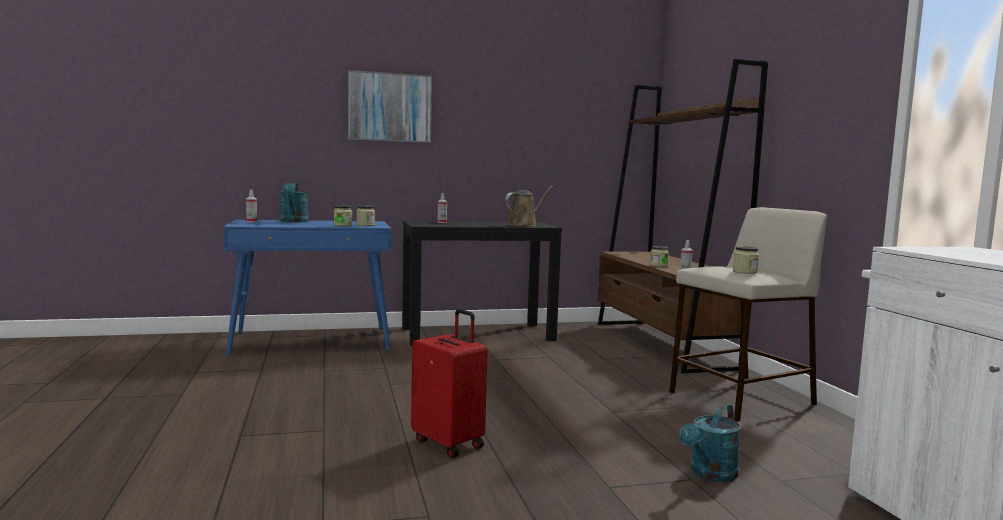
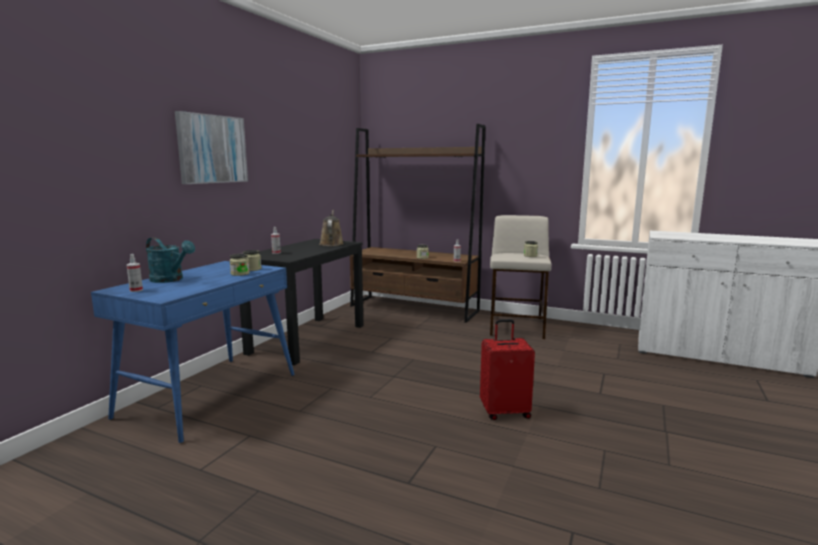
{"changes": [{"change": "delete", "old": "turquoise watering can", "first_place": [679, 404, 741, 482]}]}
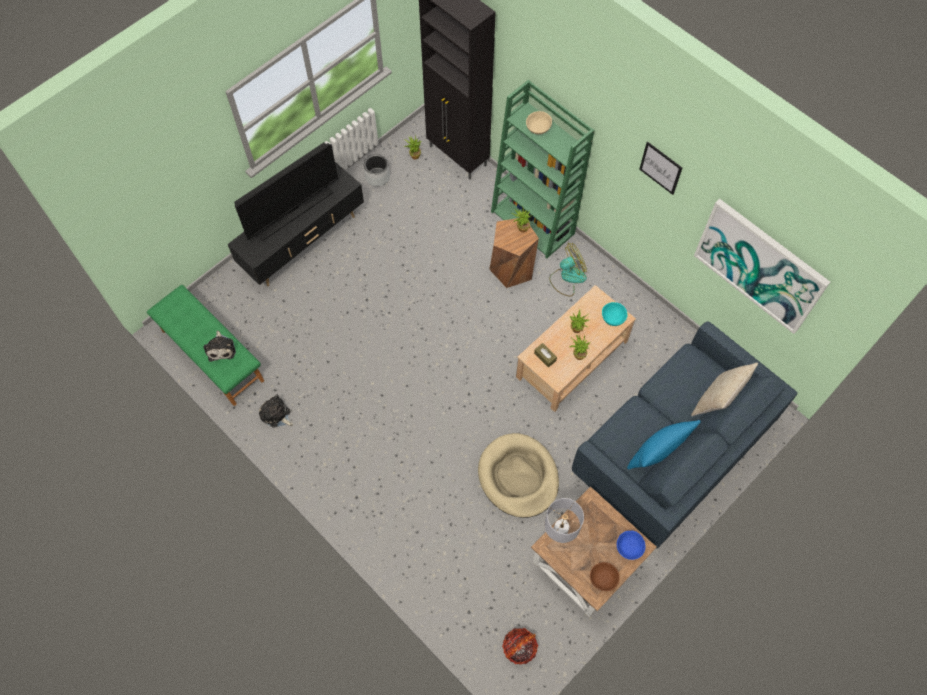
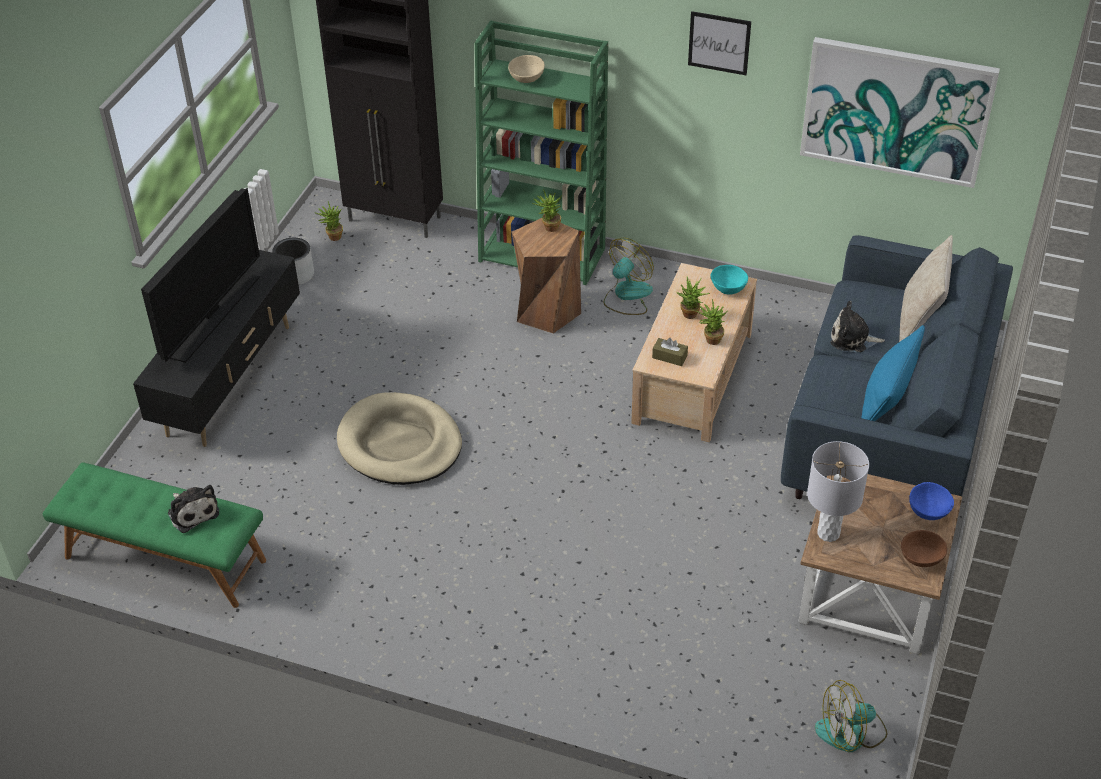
{"changes": [{"change": "move", "old": "plush toy", "first_place": [259, 395, 293, 428], "second_place": [830, 301, 885, 352]}, {"change": "move", "old": "beige-coloured dog bed", "first_place": [478, 433, 559, 518], "second_place": [337, 392, 462, 485]}, {"change": "replace", "old": "basket", "new": "electric fan", "first_place": [502, 628, 538, 665], "second_place": [815, 680, 888, 752]}]}
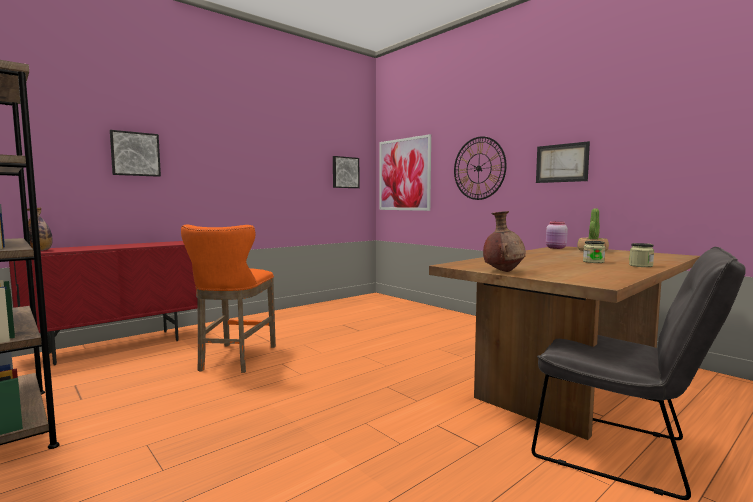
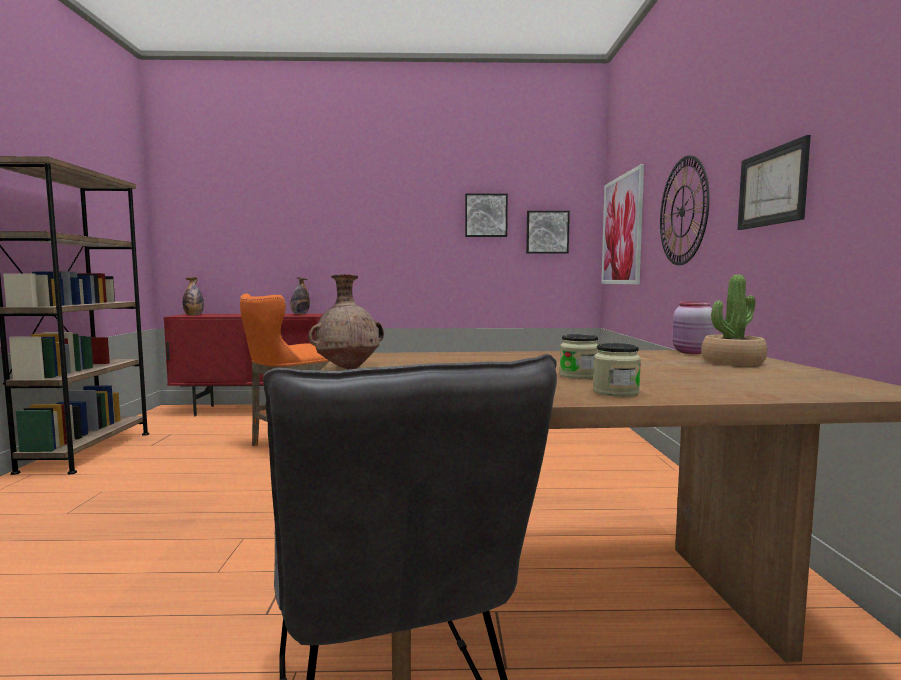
{"changes": [{"change": "move", "old": "wall art", "first_place": [110, 130, 161, 177], "second_place": [465, 193, 508, 237]}, {"change": "insert", "new": "bottle", "second_place": [290, 277, 310, 314]}]}
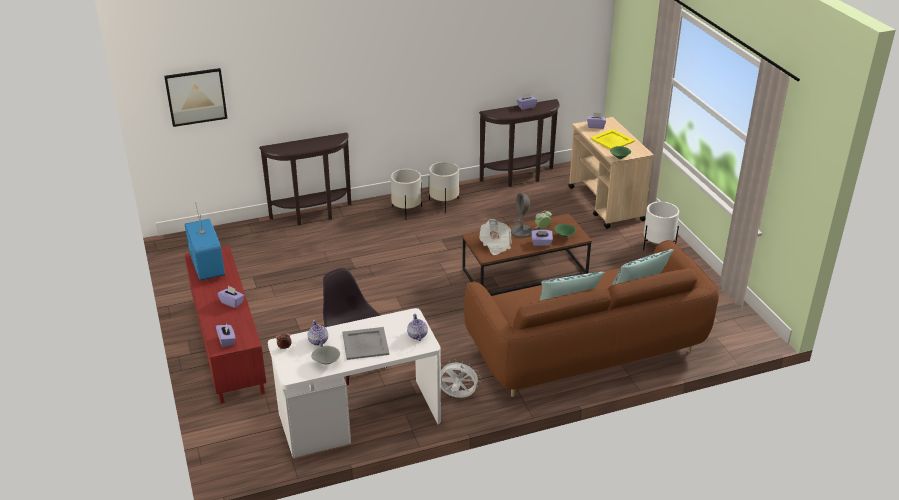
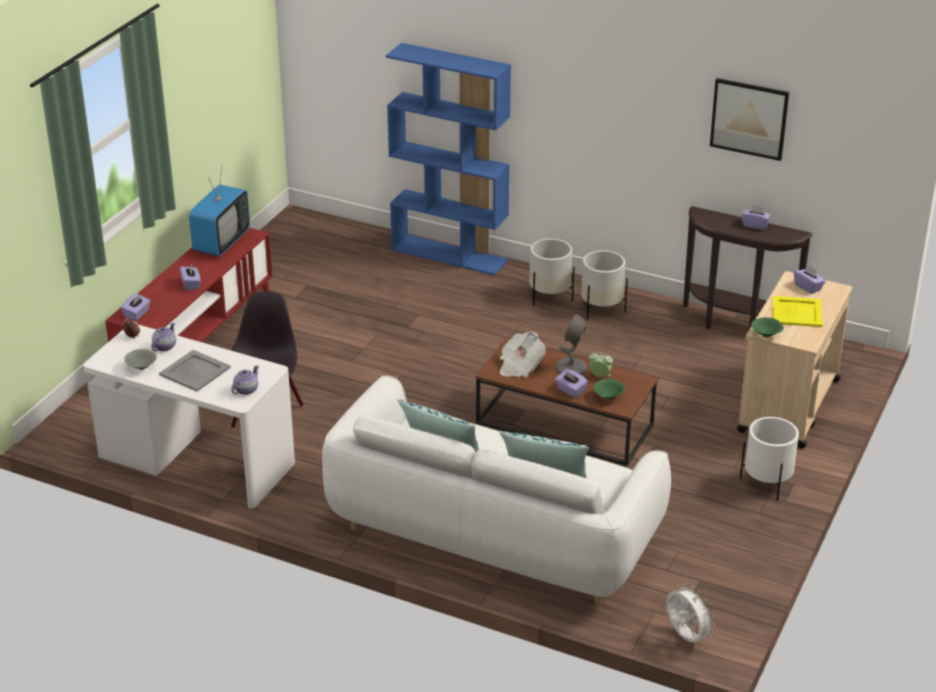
{"changes": [{"change": "move", "old": "wall art", "first_place": [164, 68, 228, 127], "second_place": [710, 78, 789, 161]}, {"change": "replace", "old": "brown-coloured hall table", "new": "blue bookcase", "first_place": [259, 133, 351, 226], "second_place": [386, 43, 511, 276]}, {"change": "move", "old": "white electric fan", "first_place": [441, 360, 481, 398], "second_place": [666, 583, 715, 643]}, {"change": "recolor", "old": "brown-coloured sofa", "new": "white sofa", "first_place": [464, 240, 719, 397], "second_place": [322, 376, 671, 607]}]}
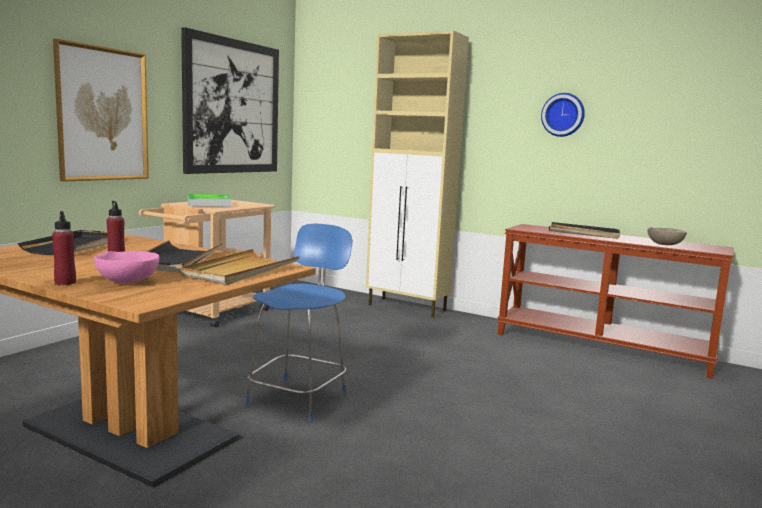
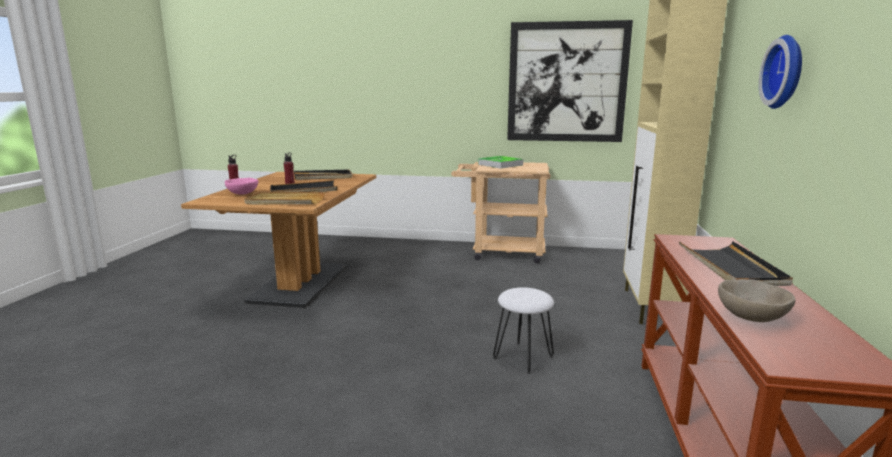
{"changes": [{"change": "delete", "old": "wall art", "first_place": [53, 39, 149, 182]}, {"change": "delete", "old": "blue stool", "first_place": [245, 224, 352, 422]}, {"change": "insert", "new": "white stool", "second_place": [493, 287, 554, 374]}]}
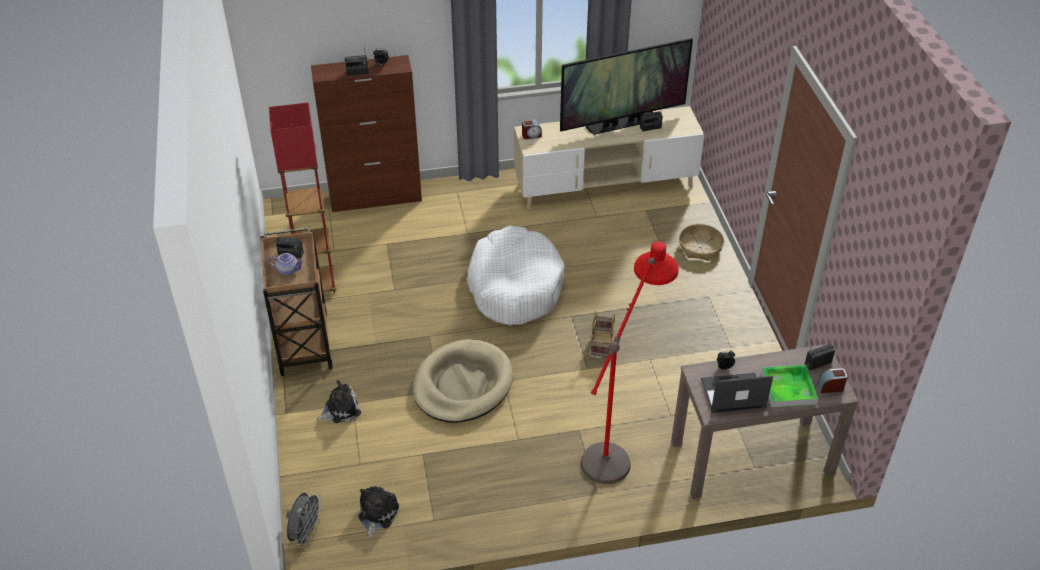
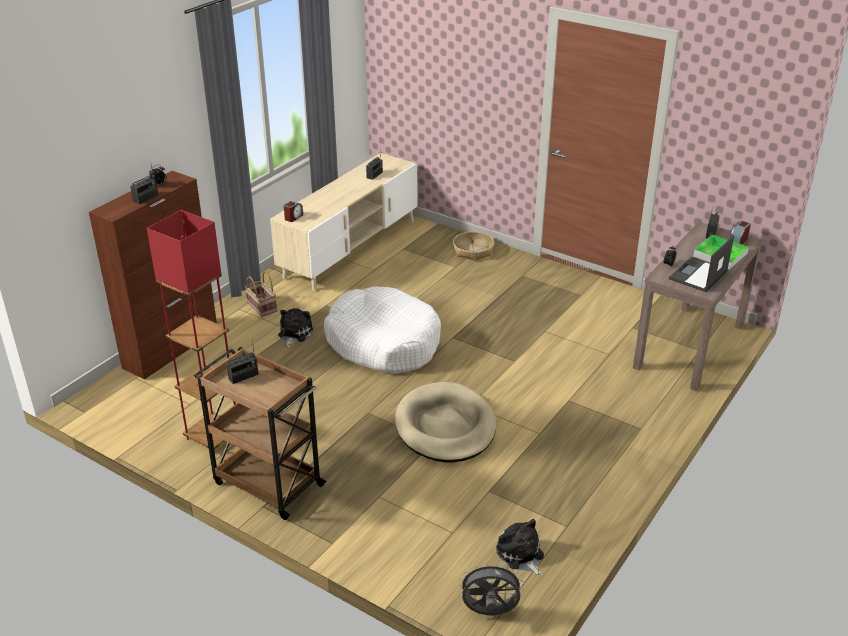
{"changes": [{"change": "delete", "old": "tea pot", "first_place": [268, 253, 304, 276]}, {"change": "rotate", "old": "grey electric fan", "first_place": [286, 492, 323, 548], "second_place": [458, 562, 524, 615], "degrees": -60}, {"change": "move", "old": "plush toy", "first_place": [317, 380, 361, 423], "second_place": [278, 308, 313, 348]}, {"change": "delete", "old": "TV set", "first_place": [560, 38, 693, 135]}, {"change": "delete", "old": "reddish standard lamp", "first_place": [581, 242, 679, 484]}, {"change": "move", "old": "basket", "first_place": [590, 311, 615, 357], "second_place": [245, 271, 277, 317]}]}
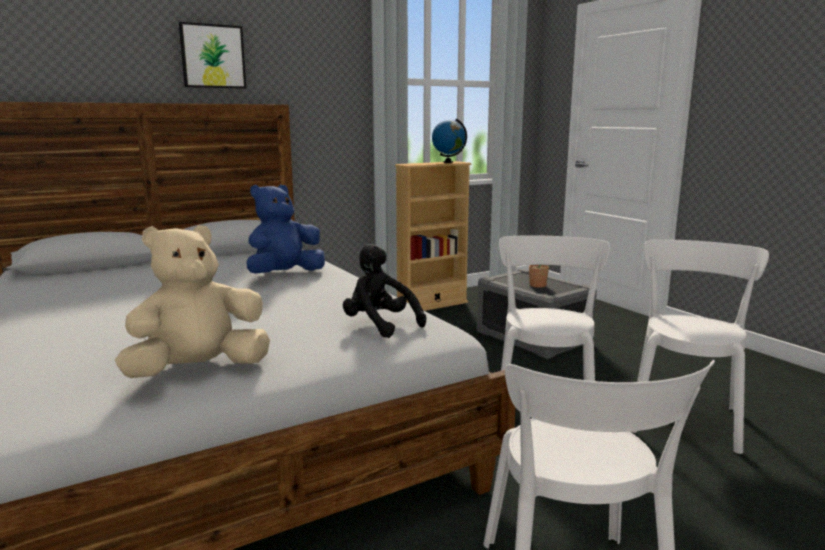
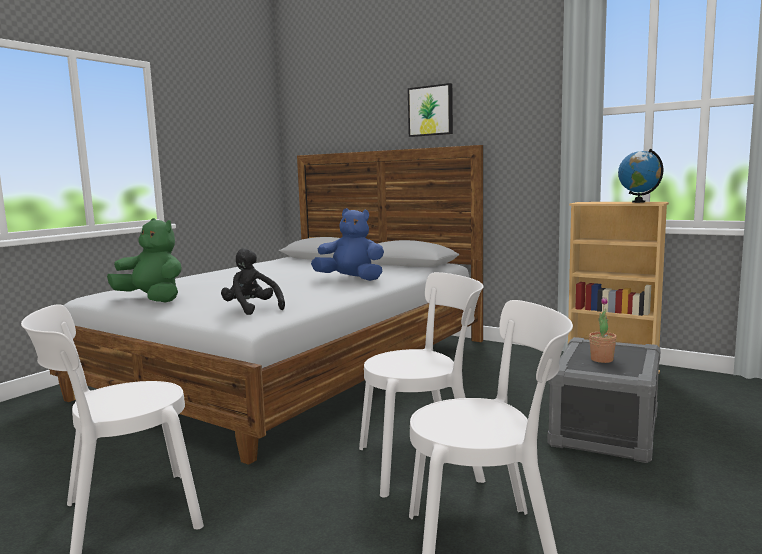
{"changes": [{"change": "recolor", "old": "beige-coloured plush toy", "new": "green plush toy", "first_place": [115, 225, 270, 378], "second_place": [107, 218, 182, 302]}, {"change": "rotate", "old": "blackish plush toy", "first_place": [343, 244, 426, 338], "second_place": [221, 248, 285, 315], "degrees": -60}]}
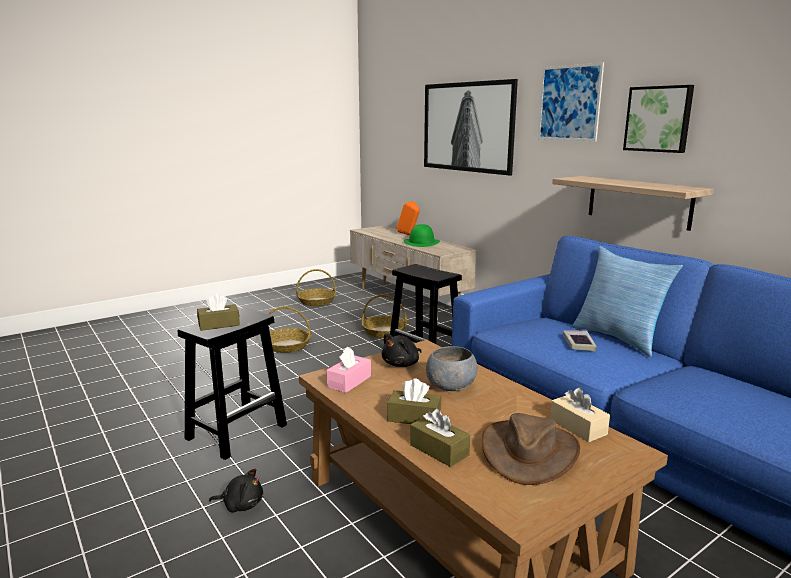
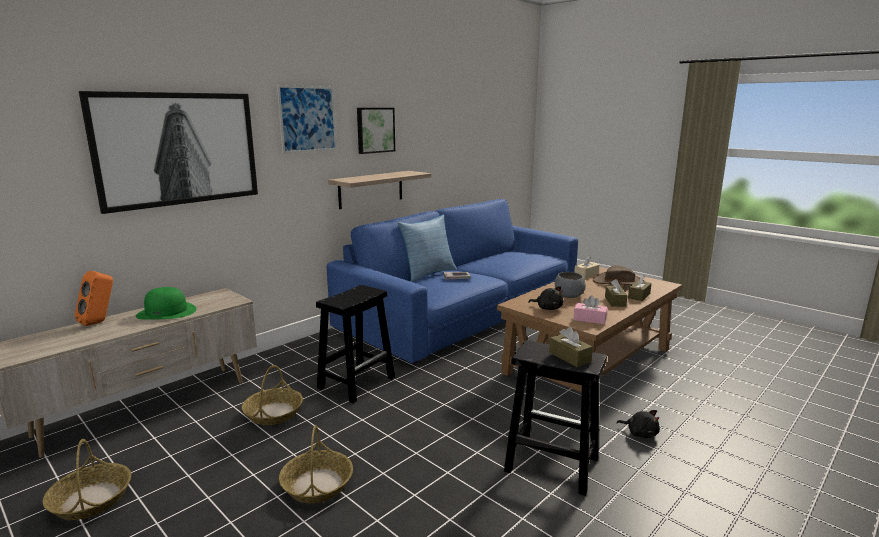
{"changes": [{"change": "rotate", "old": "blackish plush toy", "first_place": [209, 469, 263, 513], "second_place": [617, 410, 660, 438], "degrees": 135}]}
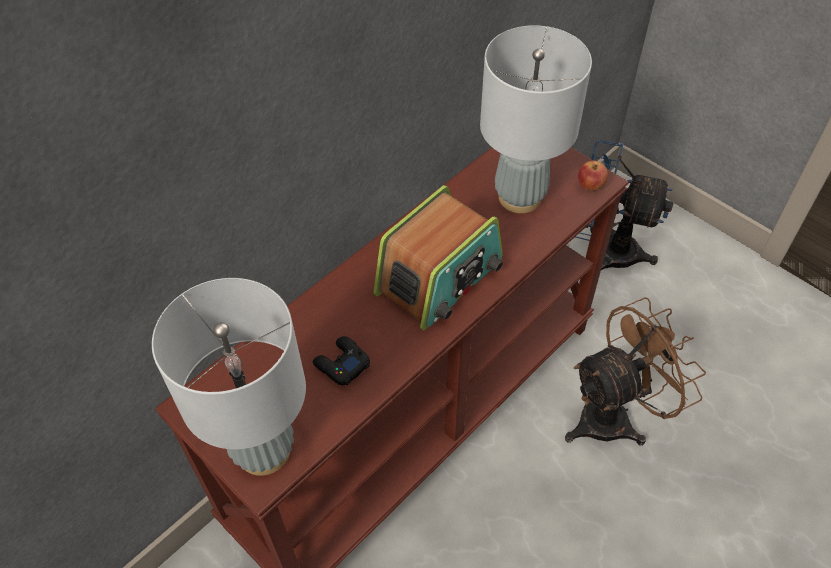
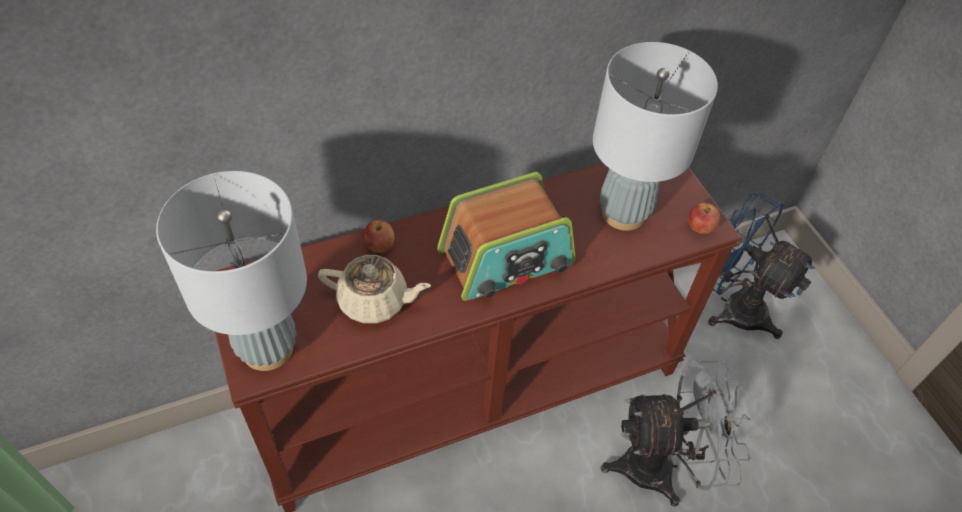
{"changes": [{"change": "replace", "old": "blackish gamepad", "new": "beige-coloured tea pot", "first_place": [313, 336, 370, 385], "second_place": [318, 255, 431, 323]}, {"change": "recolor", "old": "brown-coloured electric fan", "new": "grey electric fan", "first_place": [565, 297, 706, 445], "second_place": [601, 360, 750, 507]}, {"change": "insert", "new": "apple fruit", "second_place": [363, 220, 394, 253]}]}
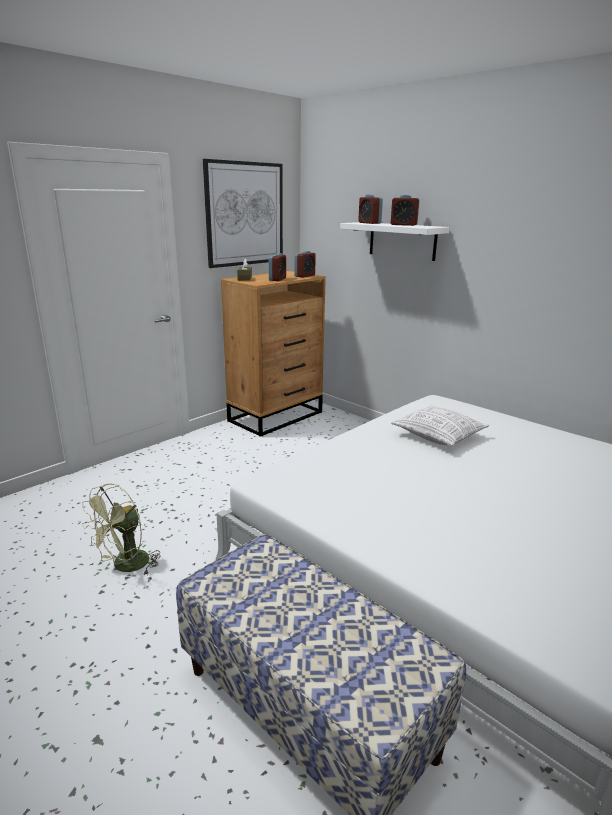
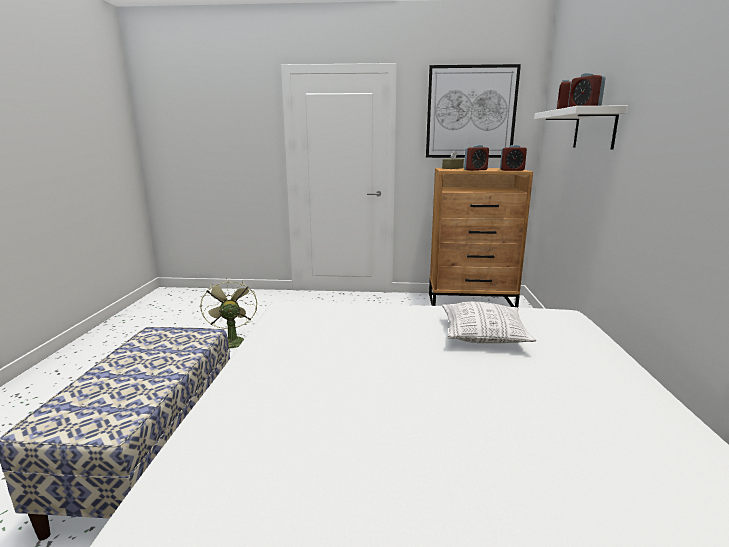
{"changes": [{"change": "rotate", "old": "green electric fan", "first_place": [82, 483, 160, 575], "second_place": [200, 278, 257, 351], "degrees": 75}]}
